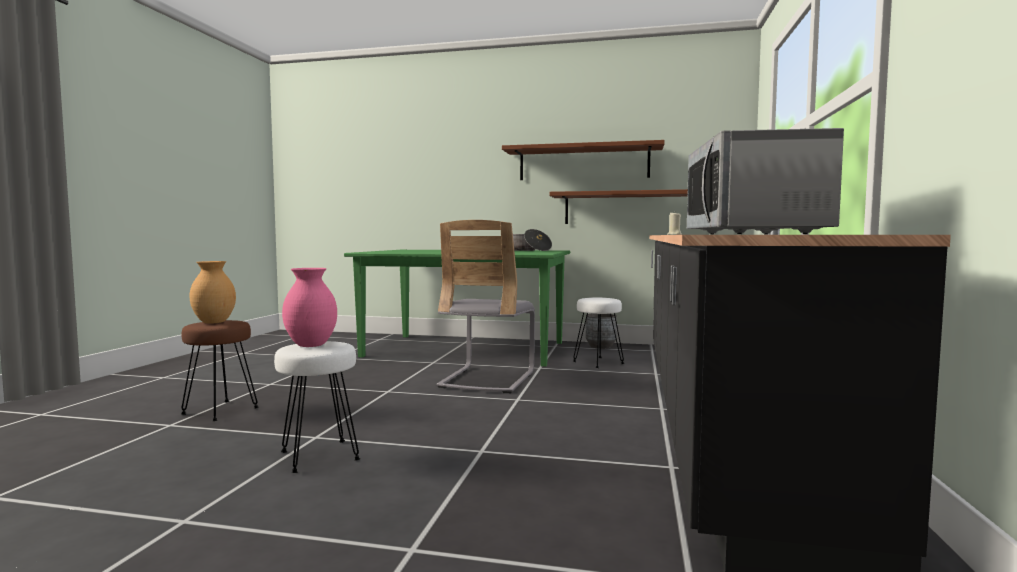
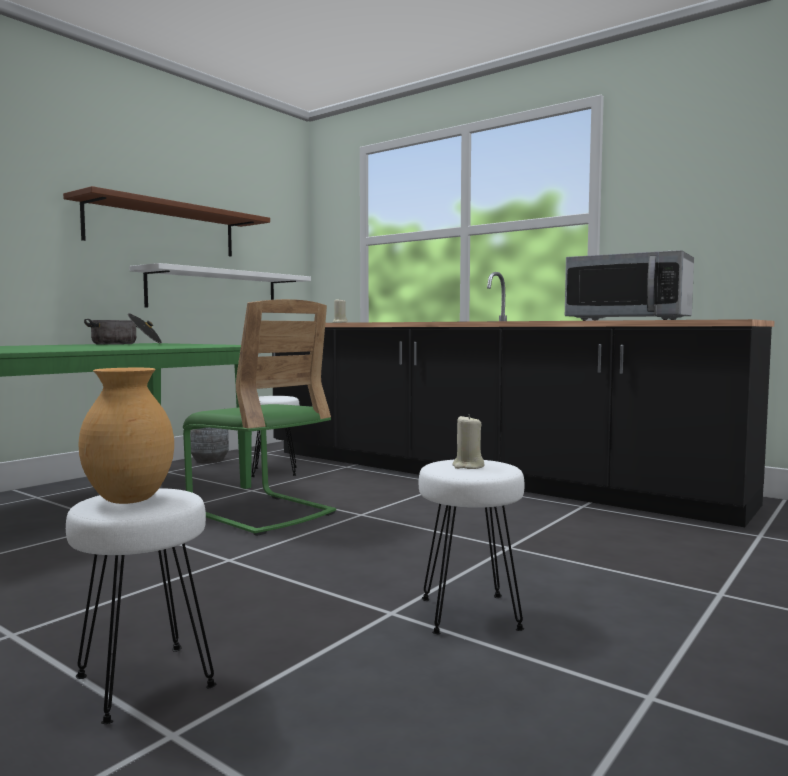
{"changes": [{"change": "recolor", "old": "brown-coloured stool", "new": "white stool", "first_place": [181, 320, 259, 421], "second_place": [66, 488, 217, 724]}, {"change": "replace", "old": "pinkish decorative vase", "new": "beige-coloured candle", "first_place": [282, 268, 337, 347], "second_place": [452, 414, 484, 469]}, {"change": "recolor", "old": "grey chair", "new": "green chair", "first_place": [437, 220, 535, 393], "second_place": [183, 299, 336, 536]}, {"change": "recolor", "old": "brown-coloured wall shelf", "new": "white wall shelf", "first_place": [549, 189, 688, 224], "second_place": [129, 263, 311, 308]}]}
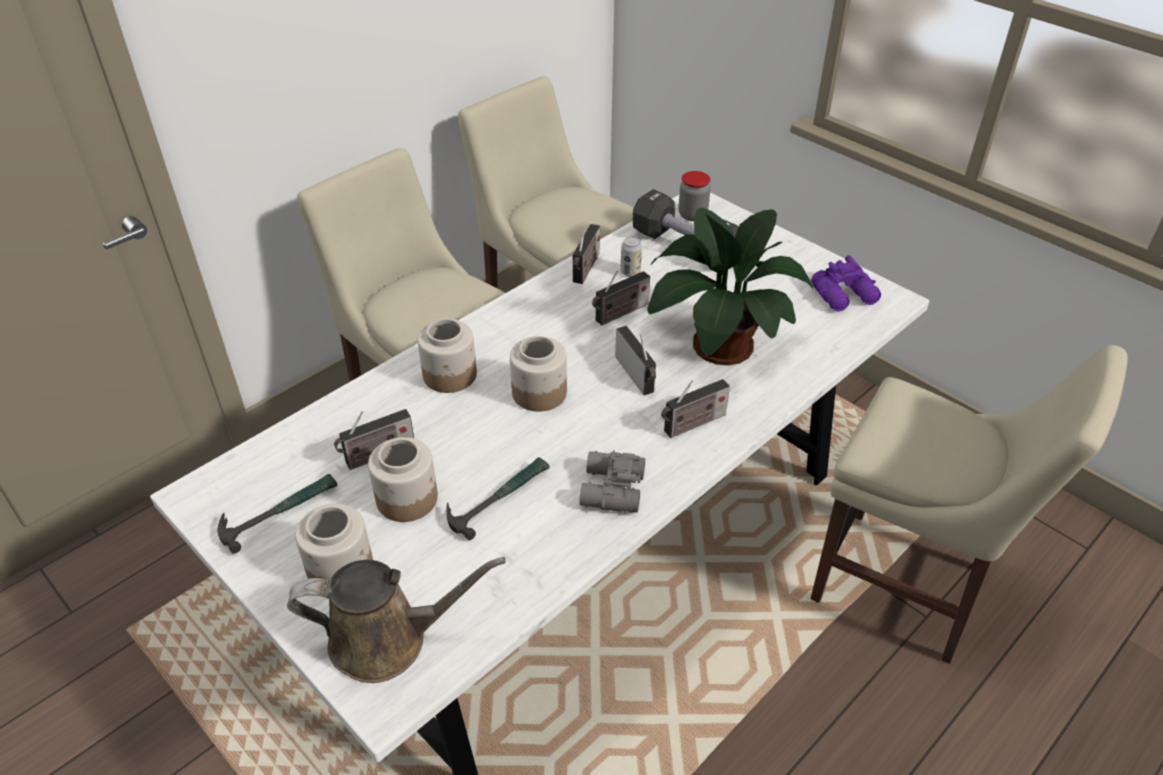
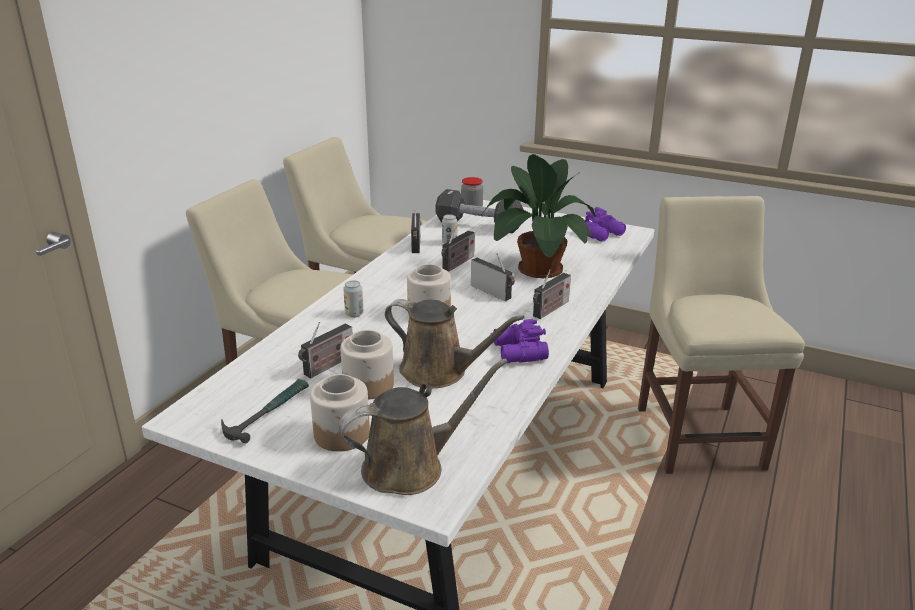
{"changes": [{"change": "replace", "old": "jar", "new": "can", "first_place": [418, 319, 477, 393], "second_place": [343, 281, 363, 317]}, {"change": "replace", "old": "hammer", "new": "brown-coloured watering can", "first_place": [446, 457, 550, 540], "second_place": [385, 299, 525, 388]}, {"change": "recolor", "old": "grey pair of binoculars", "new": "purple-coloured pair of binoculars", "first_place": [579, 450, 645, 513], "second_place": [493, 319, 549, 363]}, {"change": "rotate", "old": "beige-coloured chair", "first_place": [810, 345, 1128, 664], "second_place": [638, 196, 805, 474], "degrees": -105}]}
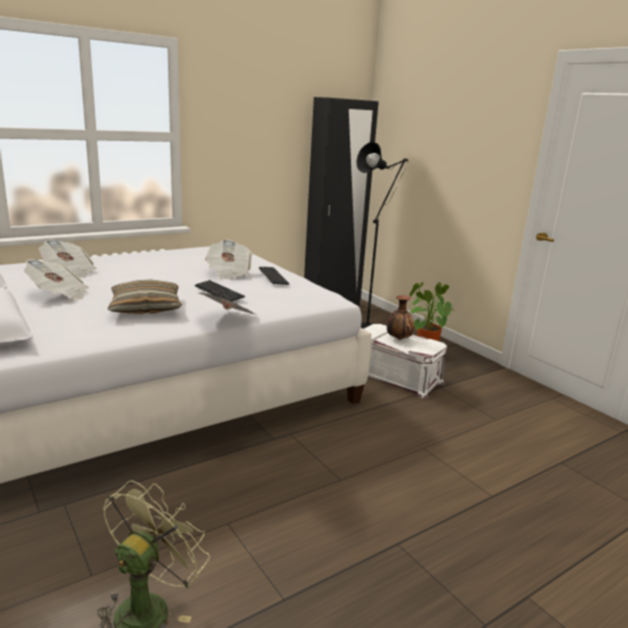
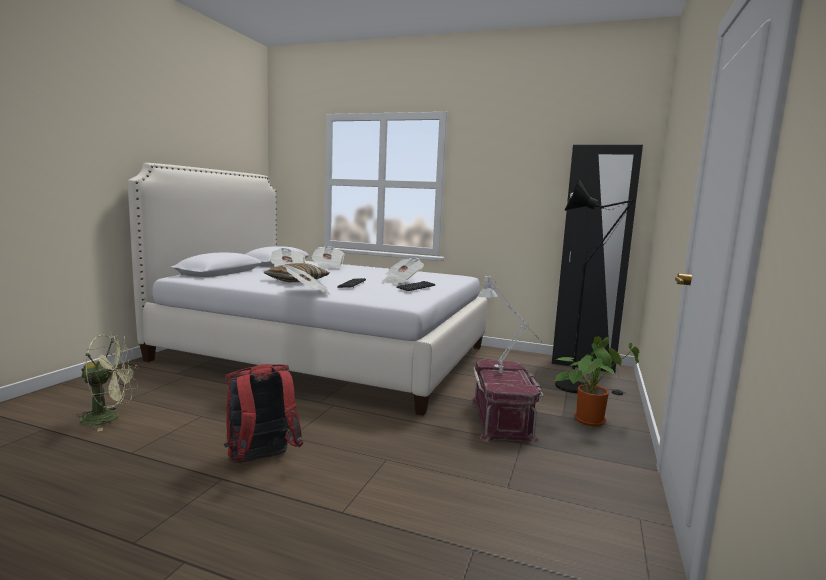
{"changes": [{"change": "recolor", "old": "white storage box", "new": "reddish storage box", "first_place": [364, 324, 447, 398], "second_place": [471, 360, 544, 444]}, {"change": "replace", "old": "decorative vase", "new": "grey tabletop lamp", "first_place": [387, 295, 414, 340], "second_place": [478, 275, 543, 373]}, {"change": "insert", "new": "reddish knapsack", "second_place": [224, 364, 303, 463]}]}
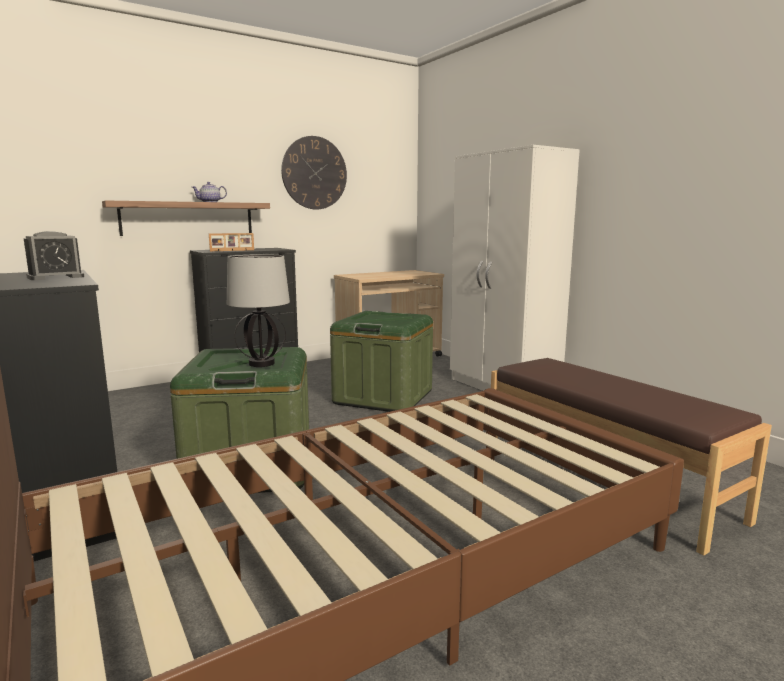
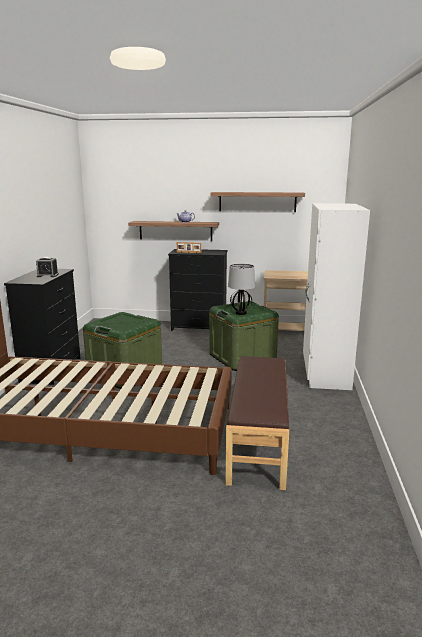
{"changes": [{"change": "move", "old": "tabletop lamp", "first_place": [227, 254, 290, 367], "second_place": [228, 264, 255, 315]}, {"change": "replace", "old": "clock on the wall", "new": "wall shelf", "first_place": [281, 136, 347, 209], "second_place": [210, 192, 305, 212]}]}
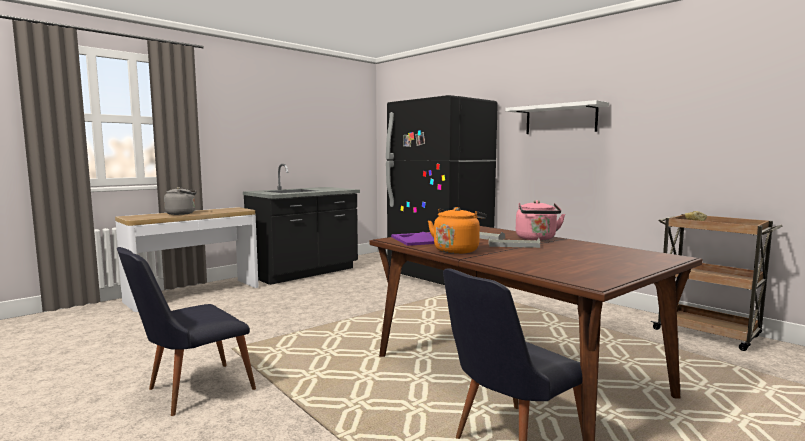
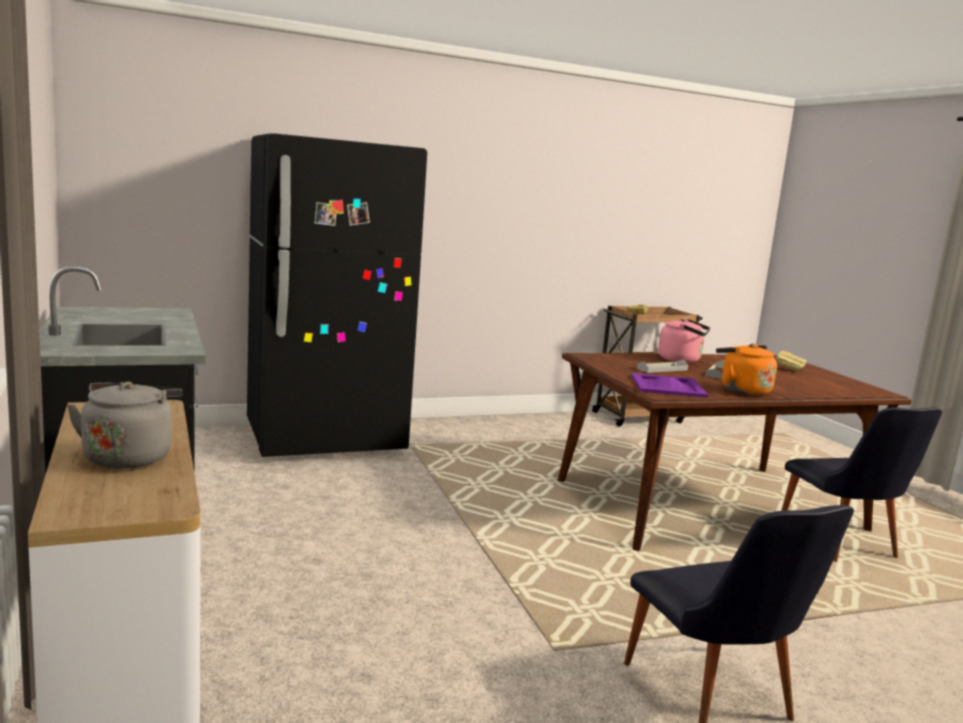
{"changes": [{"change": "delete", "old": "white wall shelf", "first_place": [505, 100, 609, 134]}, {"change": "insert", "new": "baked bread", "second_place": [776, 351, 806, 372]}]}
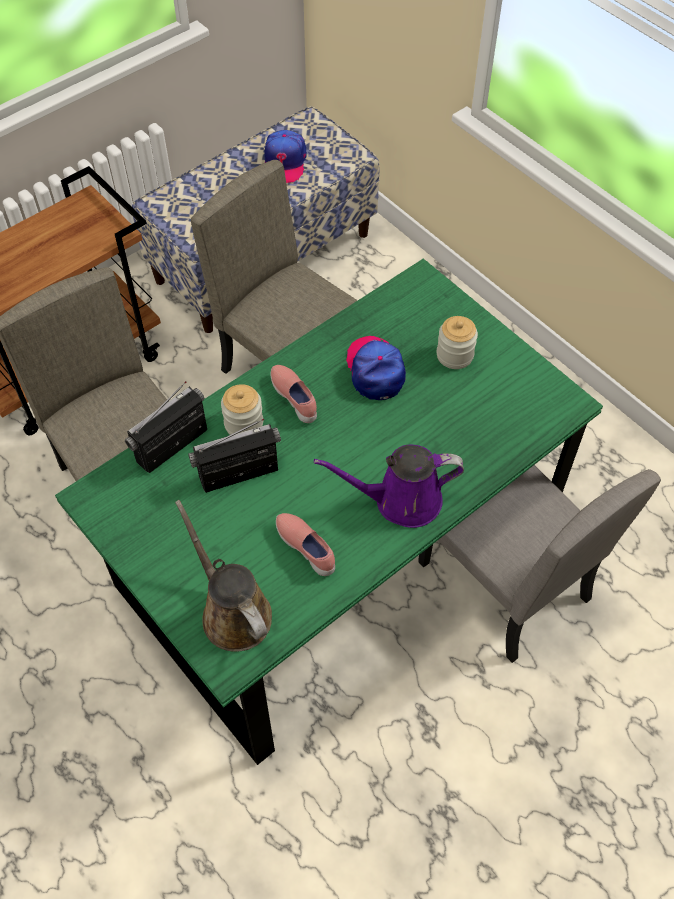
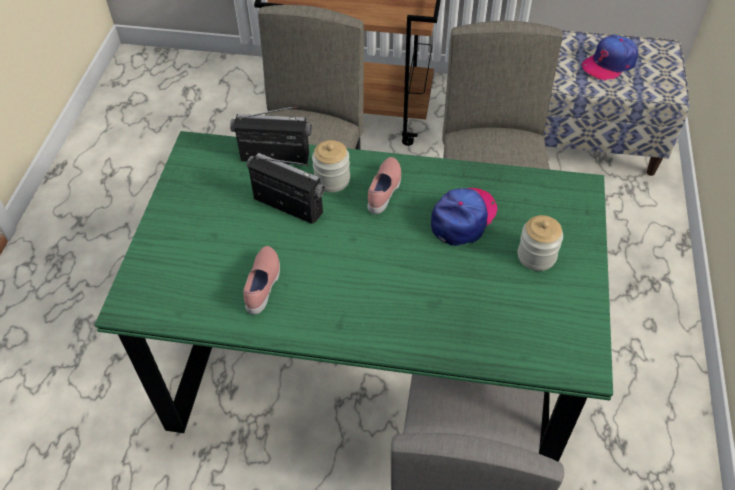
{"changes": [{"change": "delete", "old": "brown-coloured watering can", "first_place": [175, 500, 272, 652]}, {"change": "delete", "old": "purple-coloured watering can", "first_place": [314, 445, 464, 528]}]}
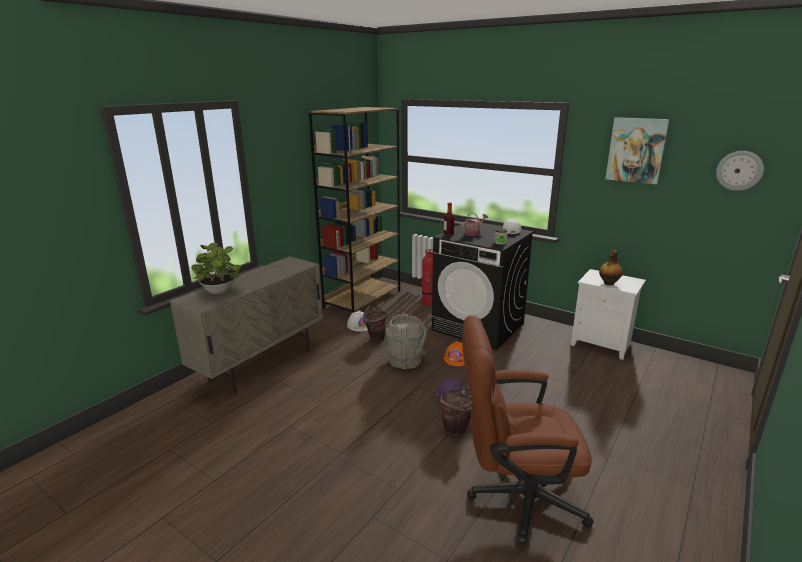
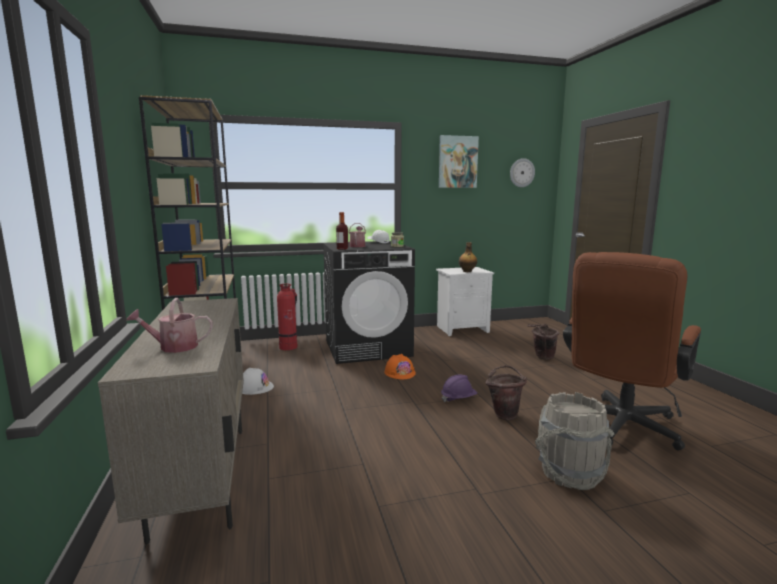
{"changes": [{"change": "replace", "old": "potted plant", "new": "watering can", "first_place": [192, 243, 241, 294], "second_place": [126, 298, 213, 353]}, {"change": "move", "old": "brown-coloured bucket", "first_place": [363, 306, 387, 343], "second_place": [527, 324, 559, 359]}, {"change": "move", "old": "grey bucket", "first_place": [386, 314, 427, 369], "second_place": [535, 392, 614, 490]}]}
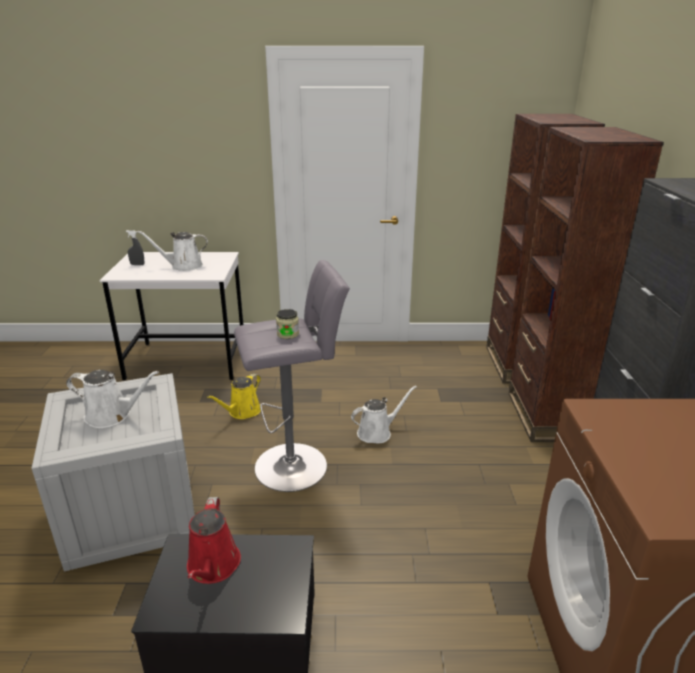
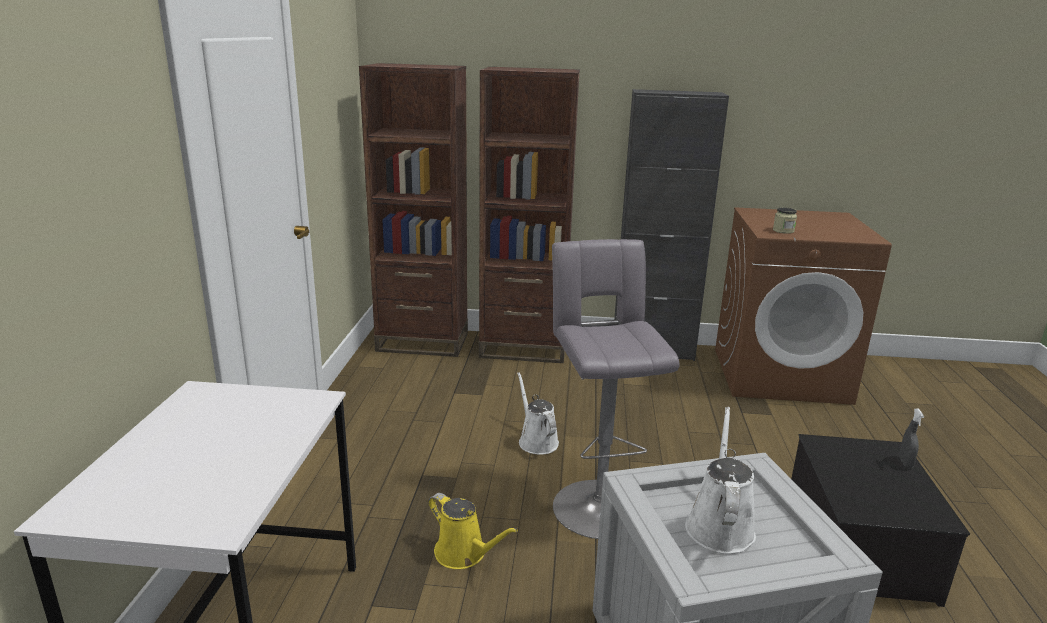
{"changes": [{"change": "move", "old": "grey hand sprayer", "first_place": [126, 230, 144, 265], "second_place": [899, 408, 924, 468]}, {"change": "delete", "old": "white watering can", "first_place": [137, 231, 208, 271]}, {"change": "delete", "old": "reddish watering can", "first_place": [187, 497, 241, 584]}, {"change": "move", "old": "jar", "first_place": [276, 309, 299, 339], "second_place": [773, 207, 797, 234]}]}
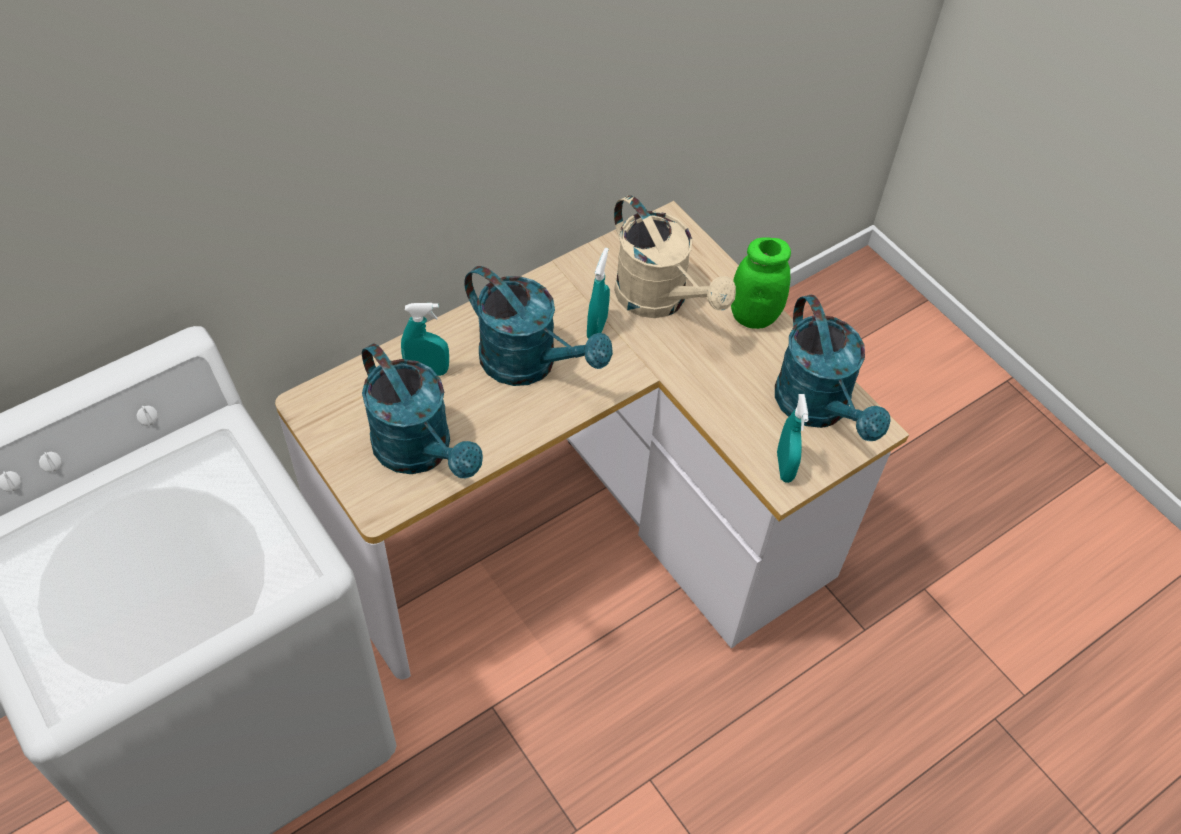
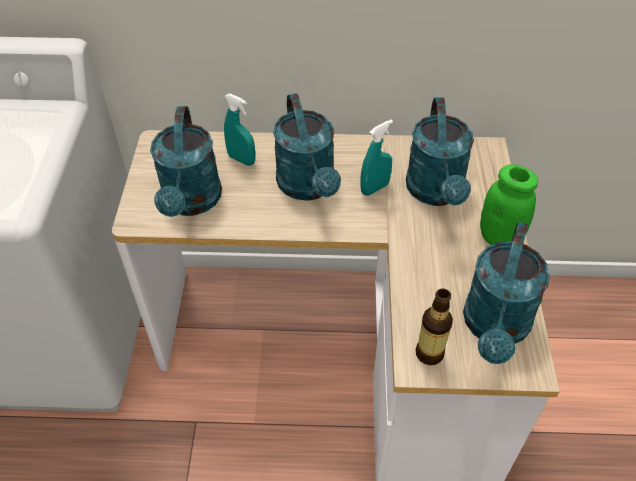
{"changes": [{"change": "recolor", "old": "beige-coloured watering can", "new": "turquoise watering can", "first_place": [614, 195, 736, 318], "second_place": [406, 98, 474, 206]}, {"change": "replace", "old": "turquoise hand sprayer", "new": "bottle", "first_place": [777, 394, 808, 483], "second_place": [416, 289, 453, 365]}]}
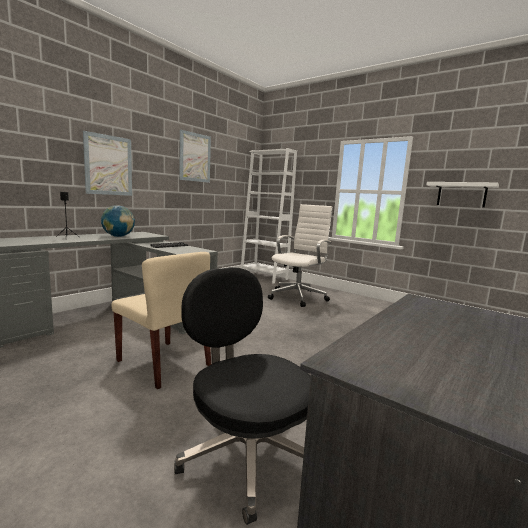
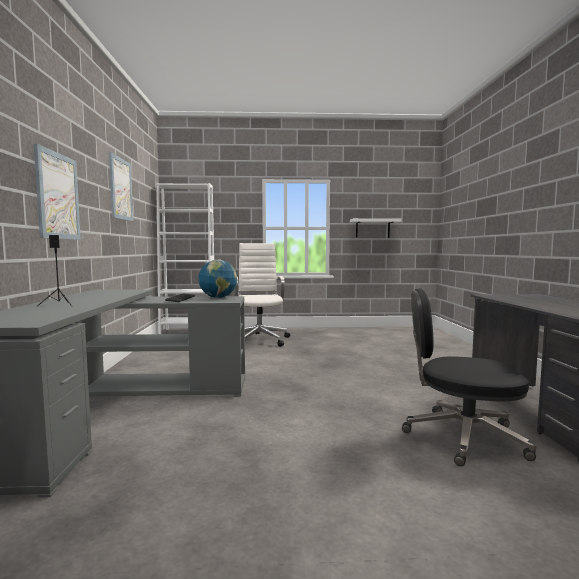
{"changes": [{"change": "move", "old": "globe", "first_place": [101, 205, 135, 237], "second_place": [198, 259, 237, 298]}, {"change": "delete", "old": "beige-coloured chair", "first_place": [112, 252, 211, 389]}]}
